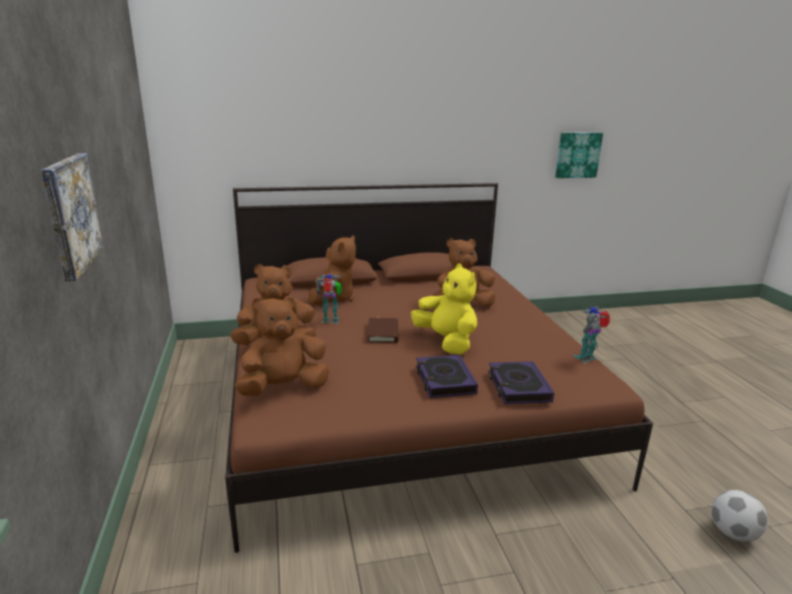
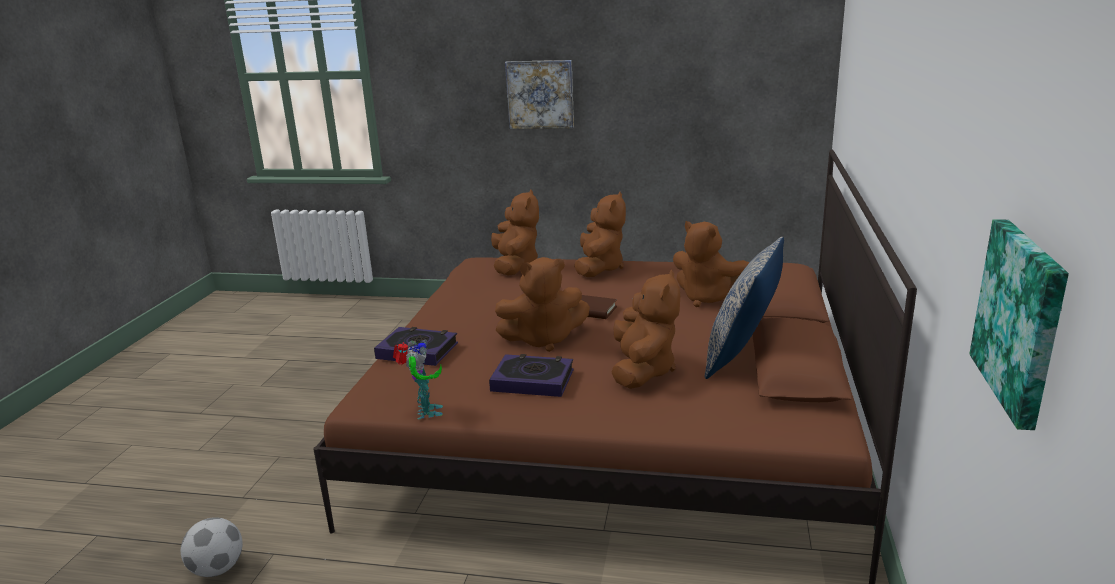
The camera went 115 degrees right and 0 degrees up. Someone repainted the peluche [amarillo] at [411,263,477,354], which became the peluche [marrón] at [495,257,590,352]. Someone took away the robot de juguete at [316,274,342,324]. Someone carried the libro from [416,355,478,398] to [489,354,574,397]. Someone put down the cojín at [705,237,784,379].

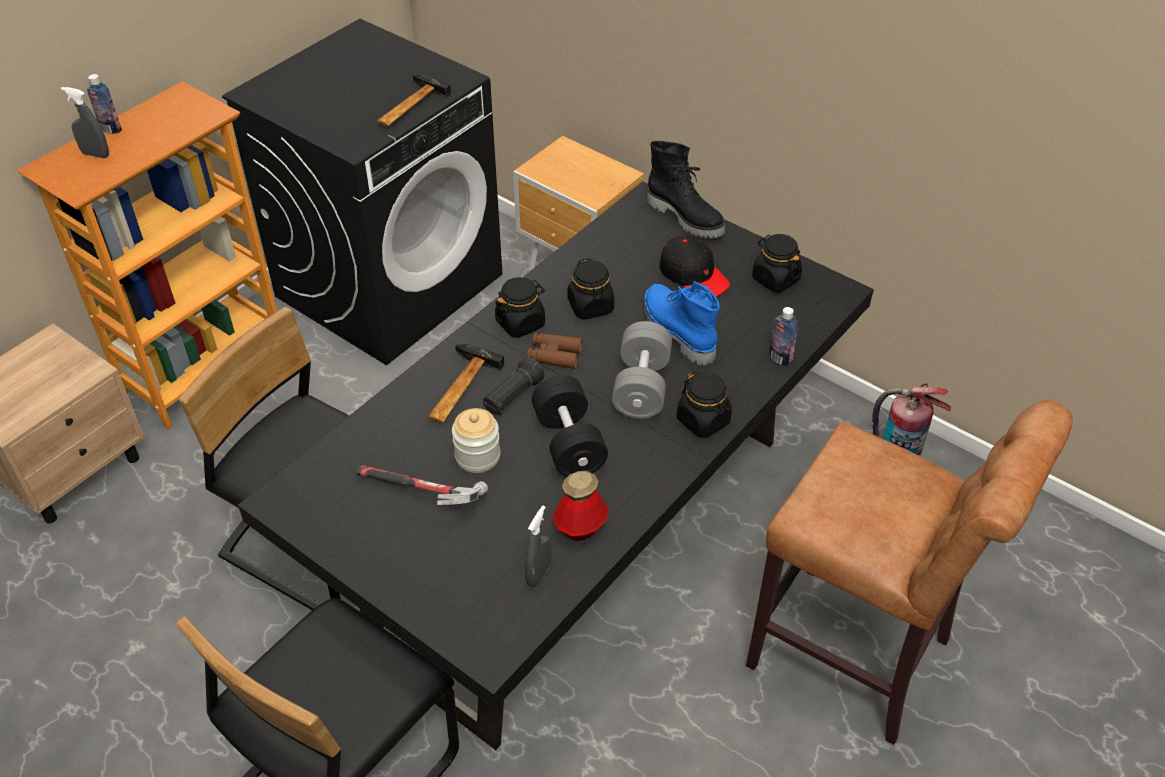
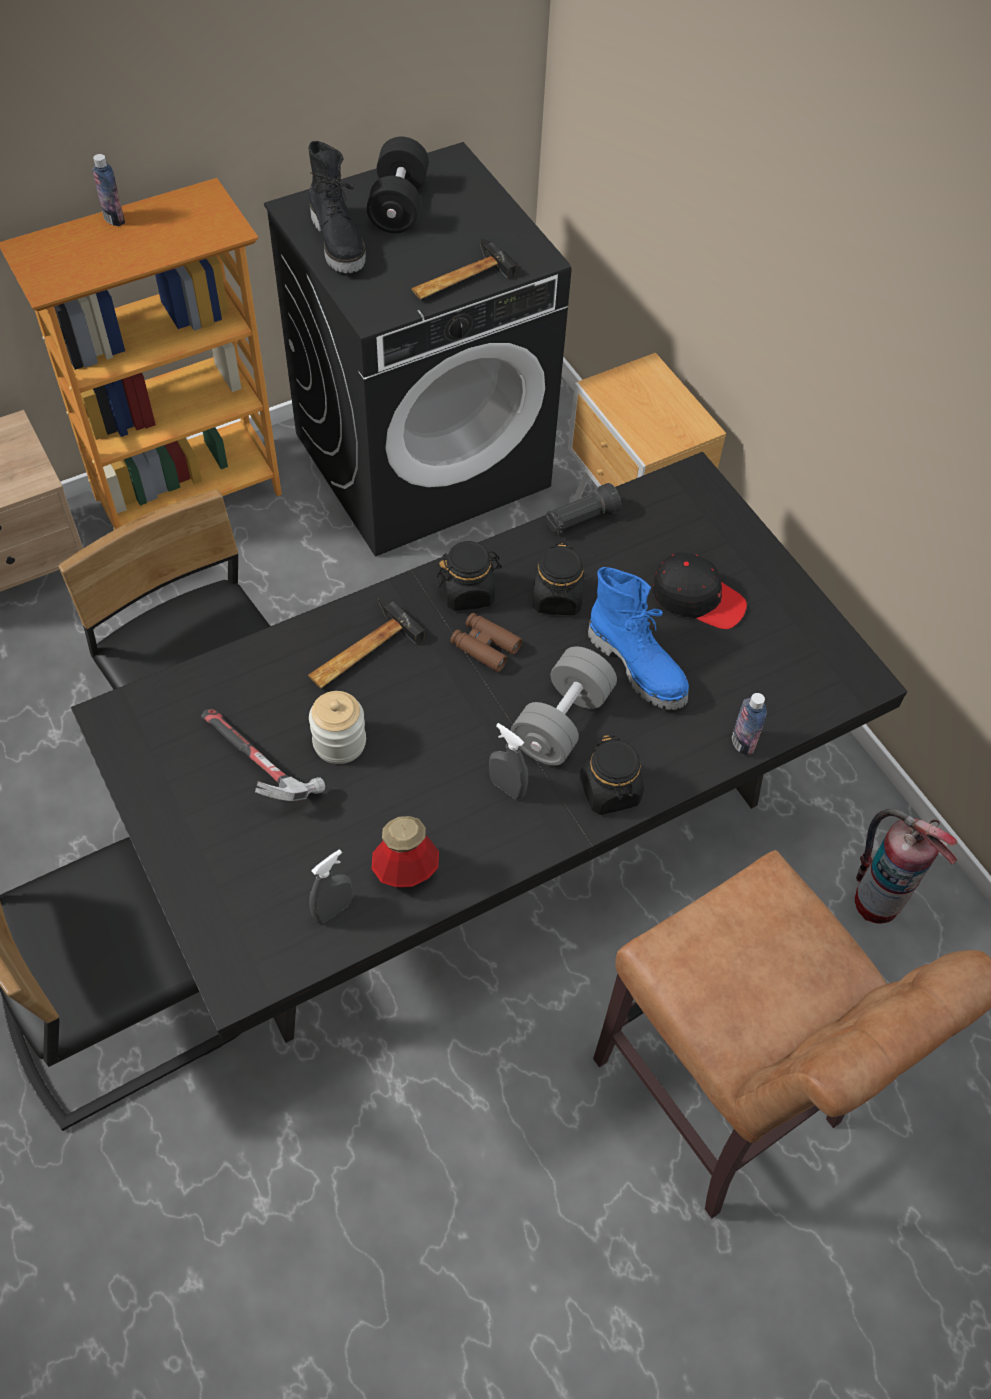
The camera went 20 degrees right and 10 degrees up. Someone carried the pulverizador [gris] from [61,87,109,158] to [489,723,528,800]. Someone carried the bota [negro] from [647,141,725,238] to [308,141,366,273]. Someone took away the tarro [negro] at [752,234,802,293]. Someone rotated the gorra [negro] at [660,235,730,297] by 45 degrees counterclockwise. Someone rotated the bota [azul] at [643,281,720,366] by 150 degrees clockwise. Someone carried the linterna [negro] from [483,357,544,415] to [546,483,621,535]. Someone carried the mancuerna [negro] from [532,375,608,477] to [367,137,429,233].

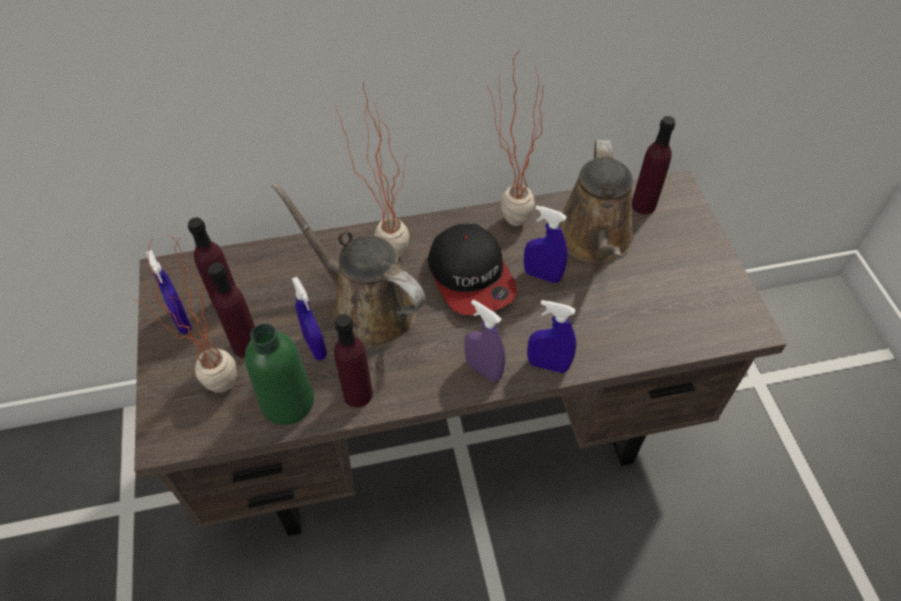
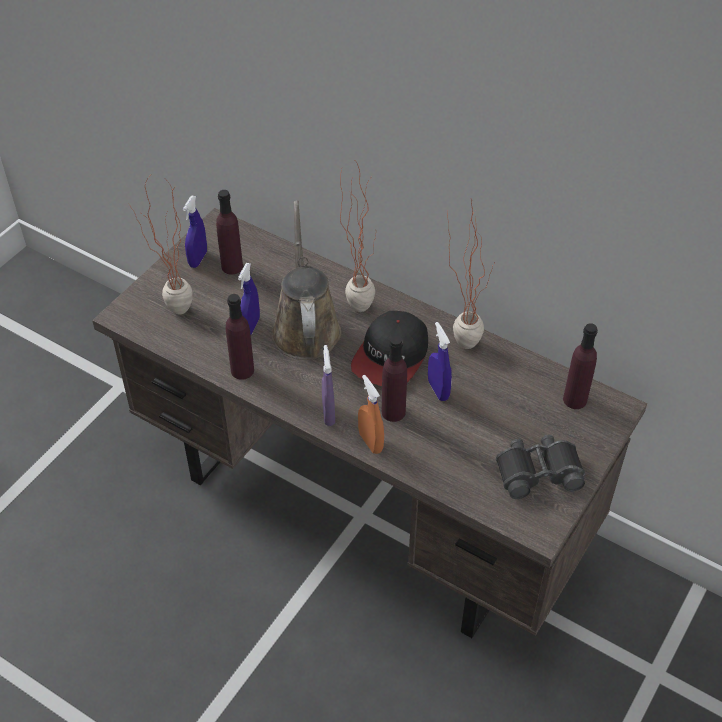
The camera went 45 degrees right and 5 degrees down. Someone took away the regadera [marrón] at [559,140,634,263]. Someone carried the botella [morado] from [208,262,255,358] to [382,336,407,422]. Someone repainted the pulverizador [azul] at [527,300,576,373], which became the pulverizador [naranja] at [358,375,384,454]. Someone took away the botella [verde] at [245,324,314,425]. Someone put down the prismáticos [negro] at [496,435,585,499].

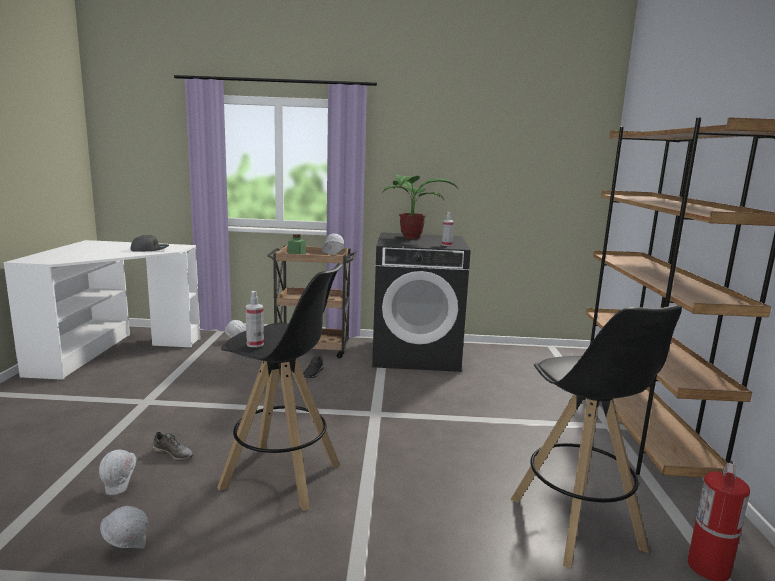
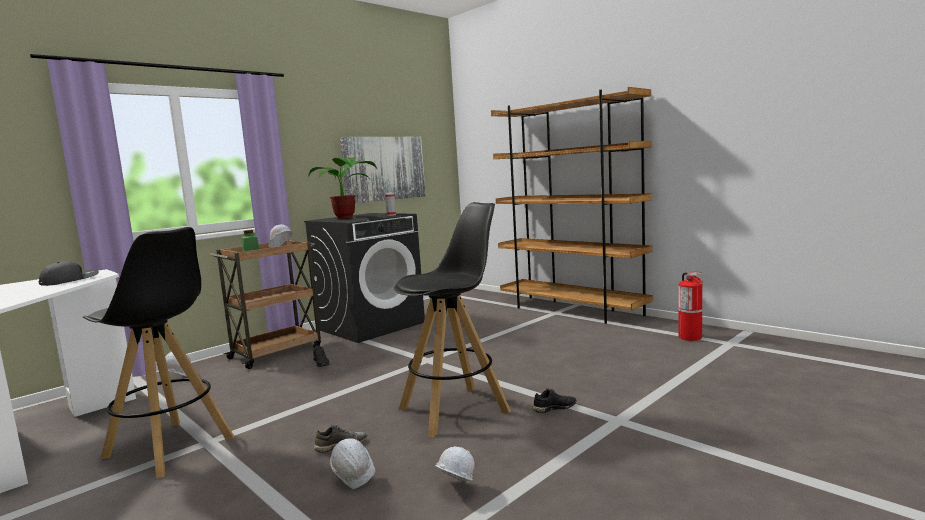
The camera went 45 degrees left and 5 degrees down. Someone took away the pulverizador at [246,291,264,347]. Someone carried the taburete [negro] from [511,305,682,569] to [83,227,234,478]. Someone put up the cuadro at [340,137,426,204]. Someone put down the zapato [negro] at [532,388,577,413].

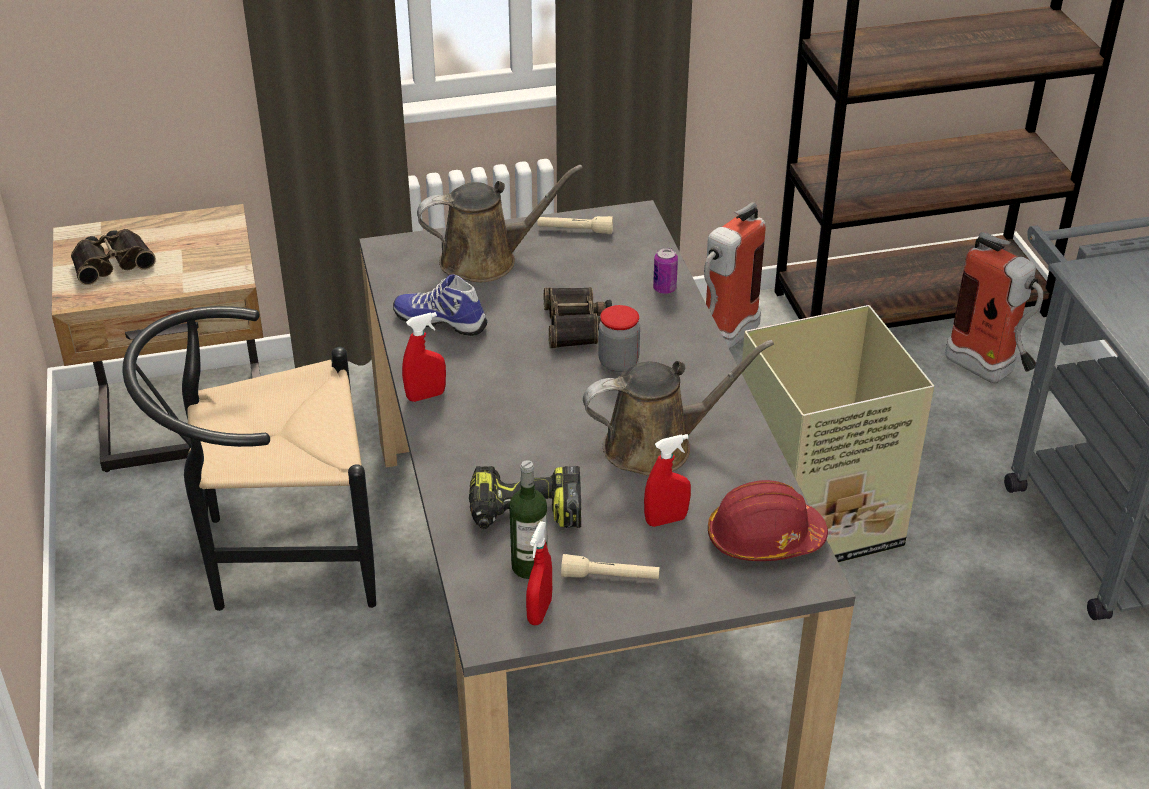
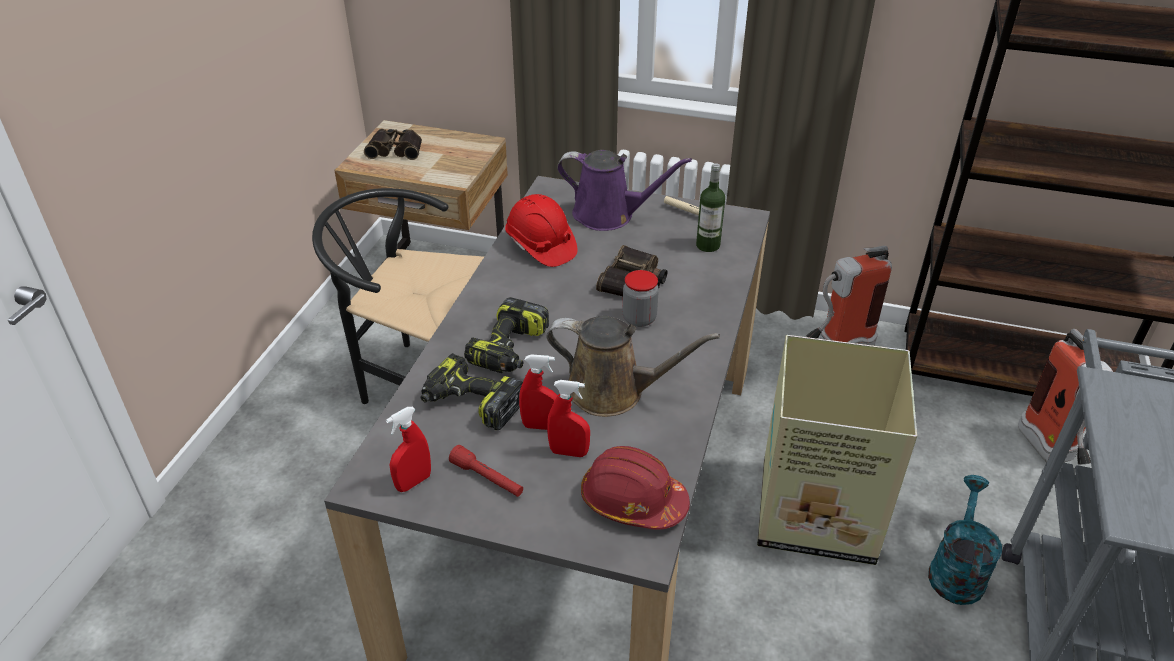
The camera went 30 degrees right and 0 degrees up. Someone repainted the regadera [marrón] at [417,165,583,282], which became the regadera [morado] at [557,150,692,231]. Someone took away the lata at [653,247,678,294]. Someone swapped the zapato at [393,274,487,336] for the casco [rojo] at [505,194,578,267]. Someone carried the pulverizador [rojo] from [402,312,446,402] to [519,354,558,430]. Someone carried the botella from [509,460,548,579] to [696,163,725,252]. Someone repainted the linterna [beis] at [561,554,660,579], which became the linterna [rojo] at [449,445,523,497]. Someone put down the taladro at [464,297,549,373]. Someone put down the regadera [turquesa] at [928,475,1002,605].

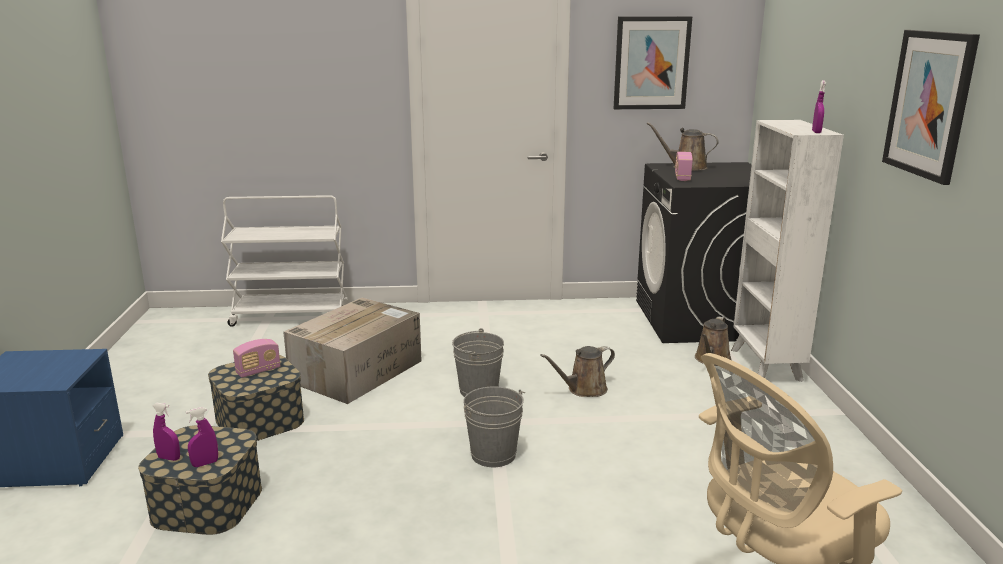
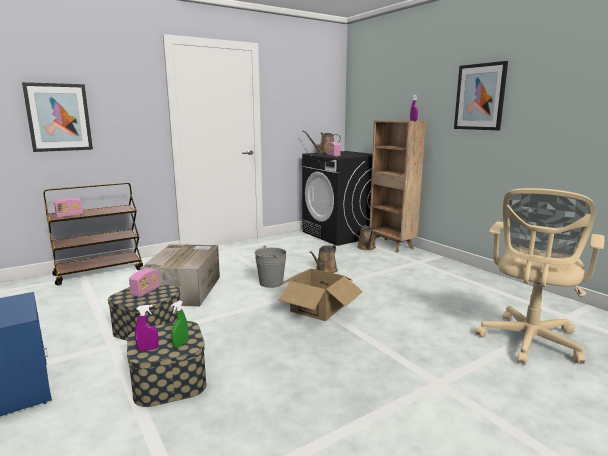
The camera went 30 degrees left and 5 degrees down. Someone carried the cuadro from [614,16,692,109] to [22,82,93,152]. Someone repainted the estantería [blanco] at [731,120,844,382], which became the estantería [marrón] at [370,120,426,253]. Someone repainted the carrito [blanco] at [221,195,348,327], which became the carrito [marrón] at [43,183,143,286]. Someone swapped the cubo [gris] at [463,386,525,467] for the caja de cartón at [274,269,363,321]. Someone repainted the pulverizador [morado] at [186,407,218,467], which became the pulverizador [verde] at [171,300,188,348]. Someone put down the radio at [54,198,83,218].

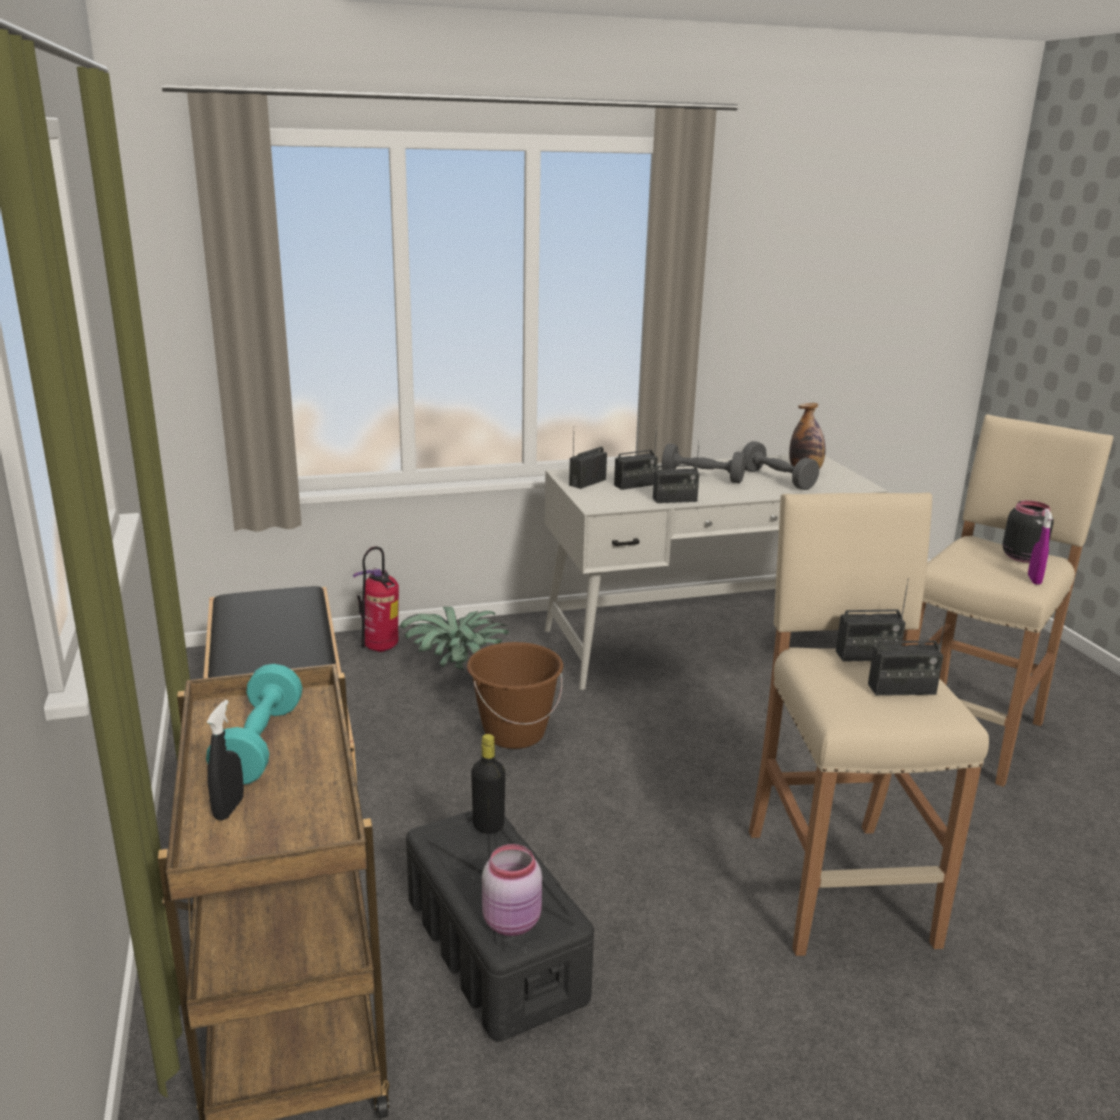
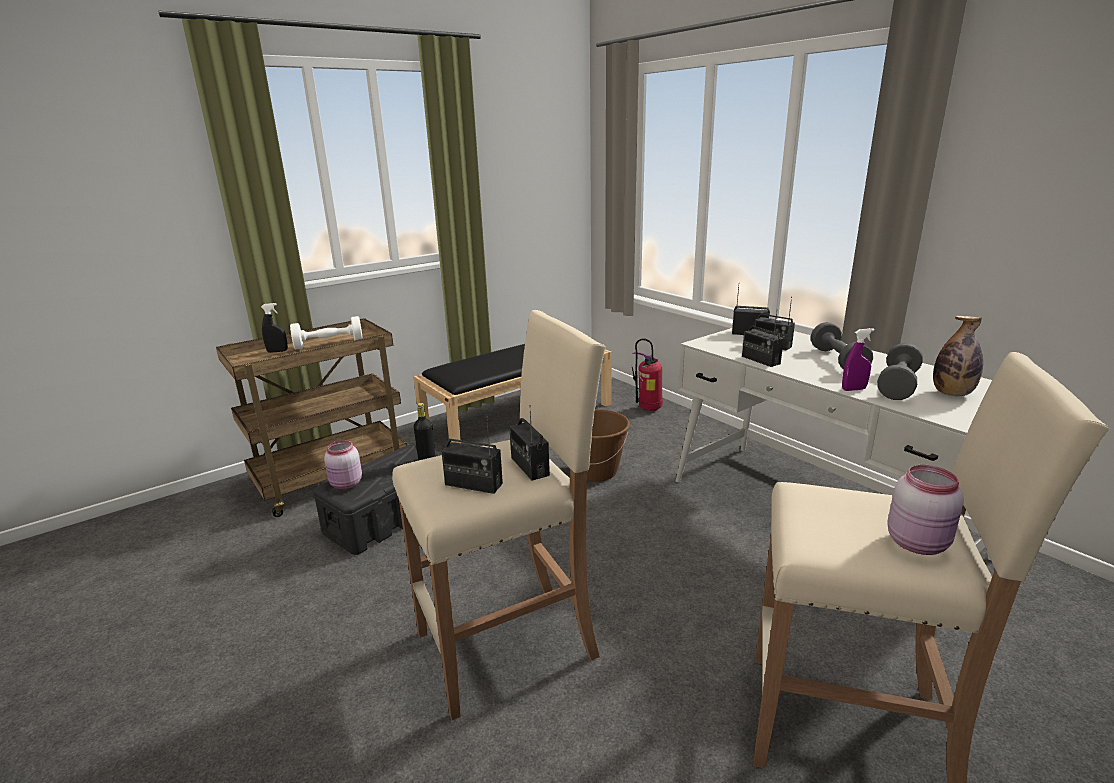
The camera went 70 degrees right and 0 degrees up. Someone repainted the tarro [negro] at [1003,500,1054,563], which became the tarro [rosa] at [887,465,964,555]. Someone carried the pulverizador [morado] from [1028,508,1053,585] to [842,328,875,391]. Someone took away the planta en maceta at [400,607,509,670]. Someone rotated the radio at [868,608,948,696] by 45 degrees counterclockwise. Someone repainted the mancuerna [turquesa] at [206,664,302,785], which became the mancuerna [blanco] at [290,316,363,349].

